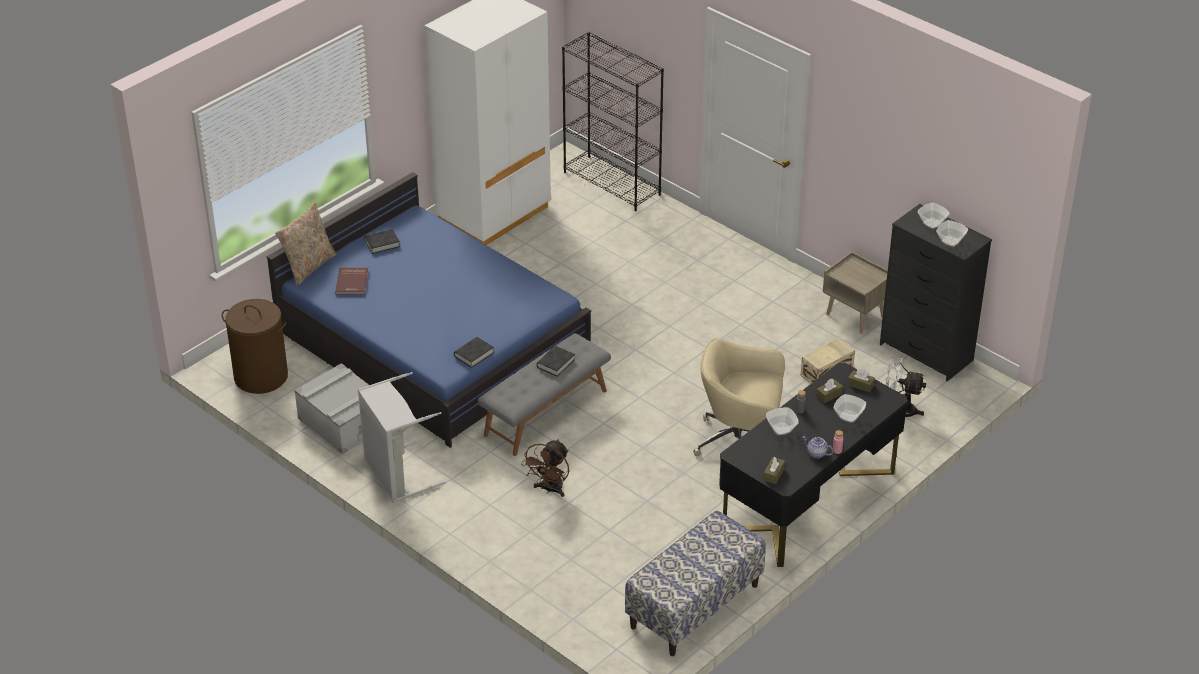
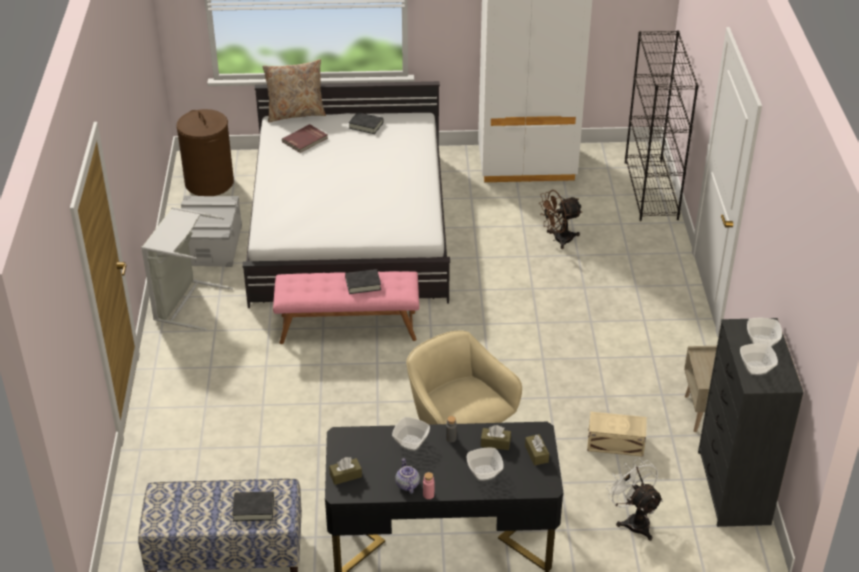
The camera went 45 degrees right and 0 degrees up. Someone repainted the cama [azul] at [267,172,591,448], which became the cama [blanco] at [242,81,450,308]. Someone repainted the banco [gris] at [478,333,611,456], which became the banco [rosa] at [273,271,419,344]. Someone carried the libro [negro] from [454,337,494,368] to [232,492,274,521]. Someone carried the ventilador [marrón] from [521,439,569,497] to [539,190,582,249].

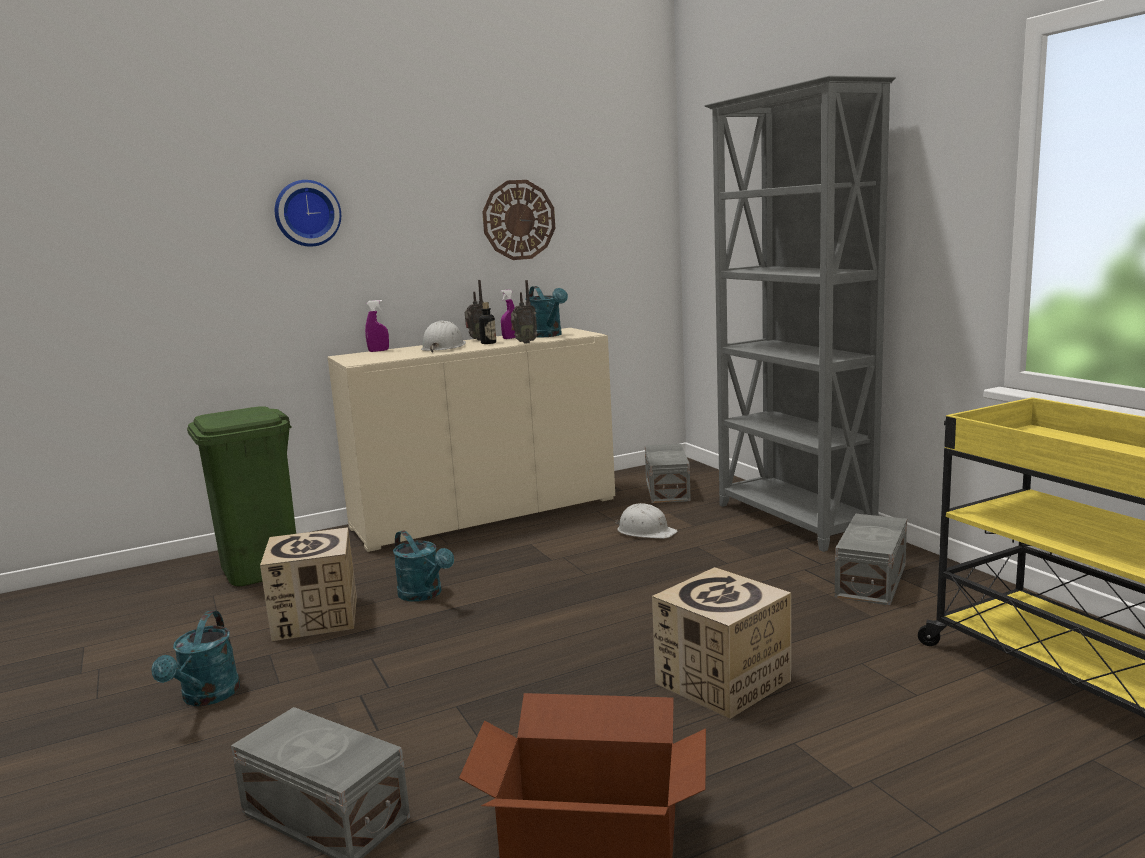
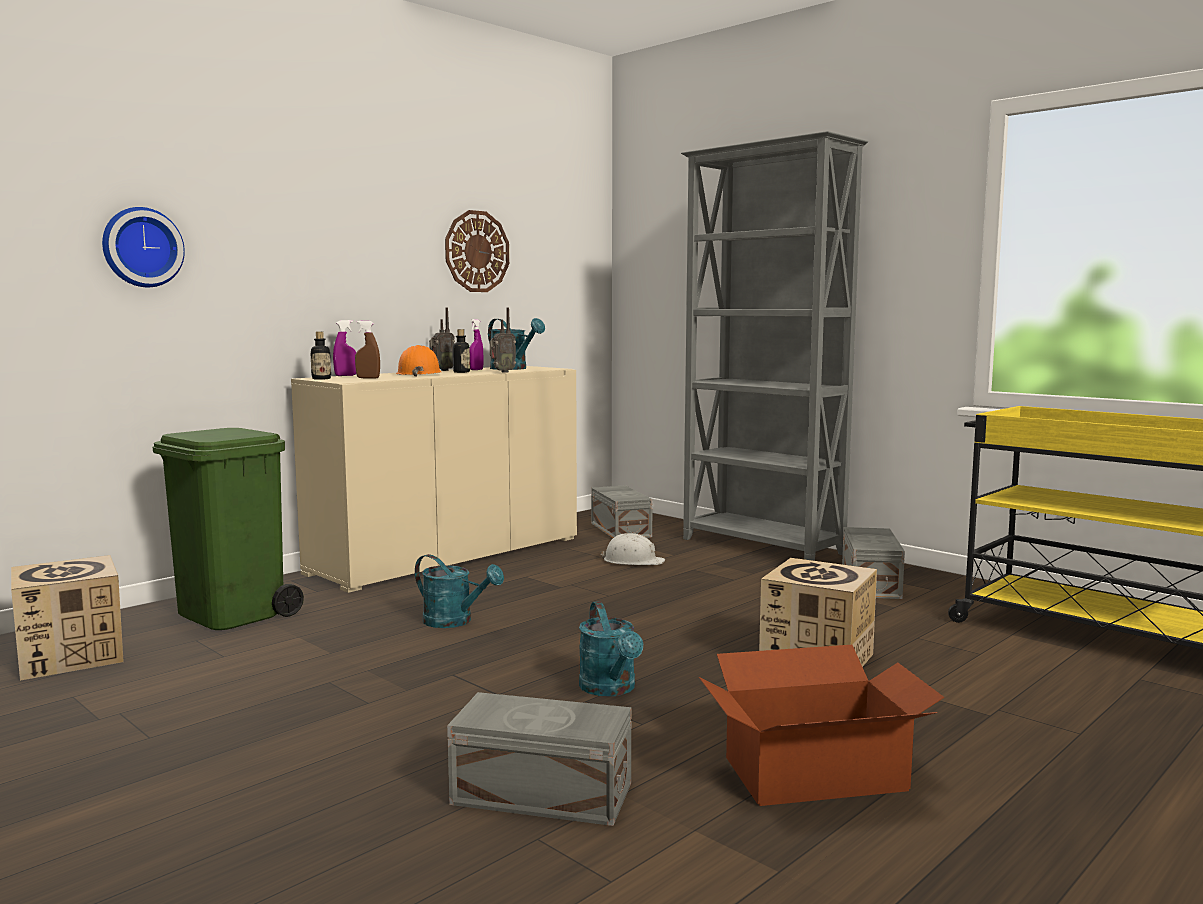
The camera went 20 degrees left and 5 degrees down. Someone carried the reloj de pared from [275,180,341,247] to [102,207,185,287]. Someone repainted the casco [blanco] at [421,321,466,353], which became the casco [naranja] at [396,345,442,377]. Someone carried the caja de cartón from [260,527,357,641] to [11,555,124,681]. Someone carried the regadera [turquesa] from [151,611,240,706] to [579,601,643,697]. Someone put down the pulverizador [marrón] at [355,321,380,379]. Someone put down the botella at [310,332,331,380].

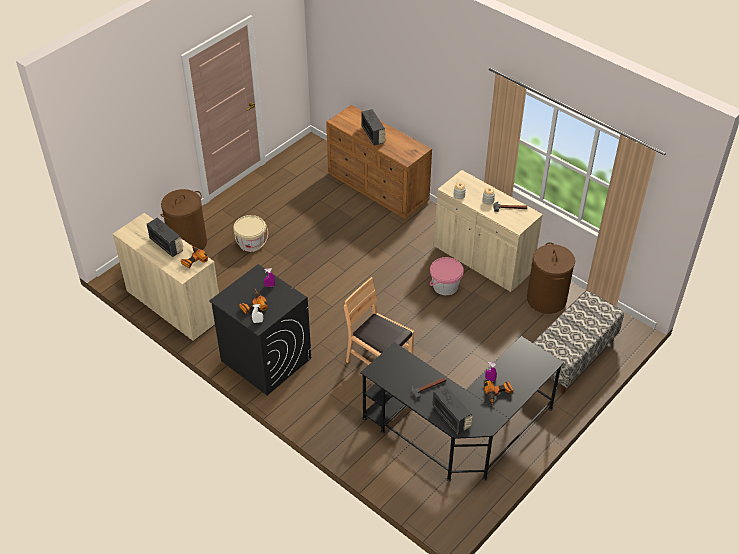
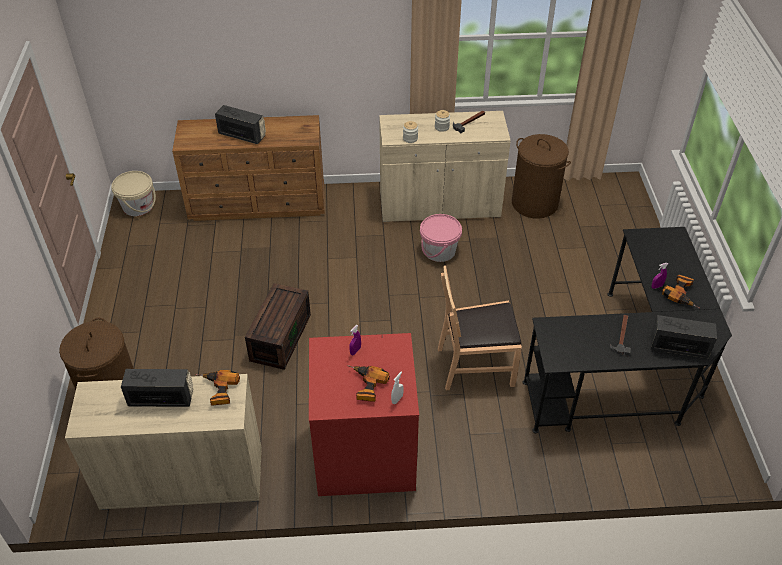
The camera went 45 degrees left and 0 degrees up. Someone carried the cubo [beis] from [233,215,268,252] to [111,171,156,216]. Someone repainted the lavadora [negro] at [209,264,311,395], which became the lavadora [rojo] at [309,333,419,496]. Someone took away the banco at [534,290,624,394]. Someone put down the caja de almacenaje [marrón] at [245,283,311,370].

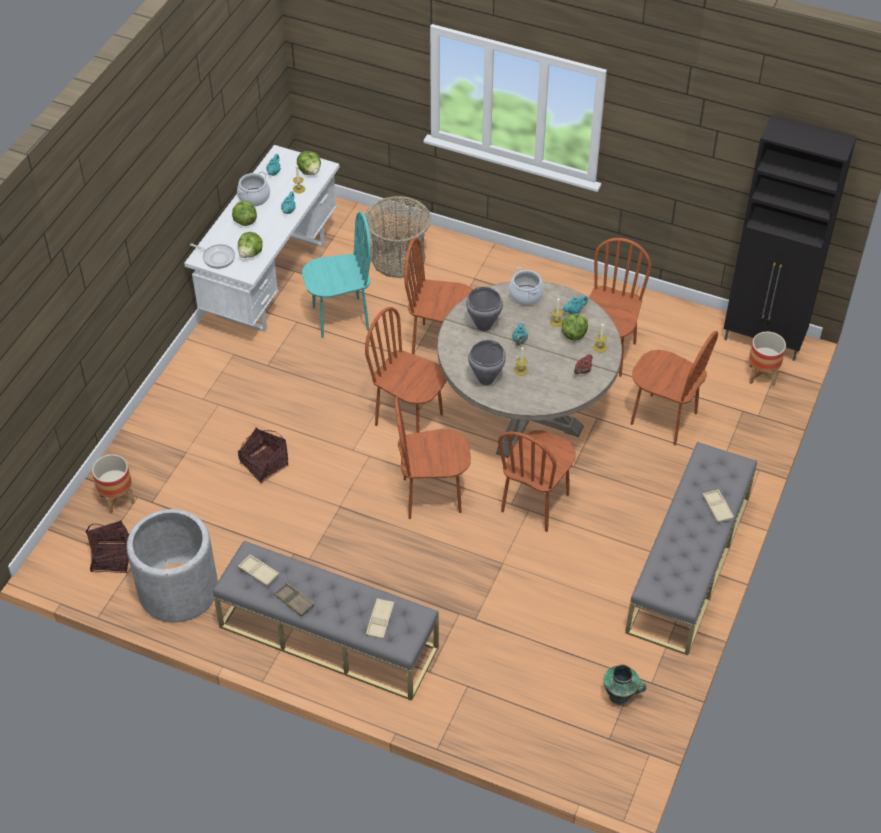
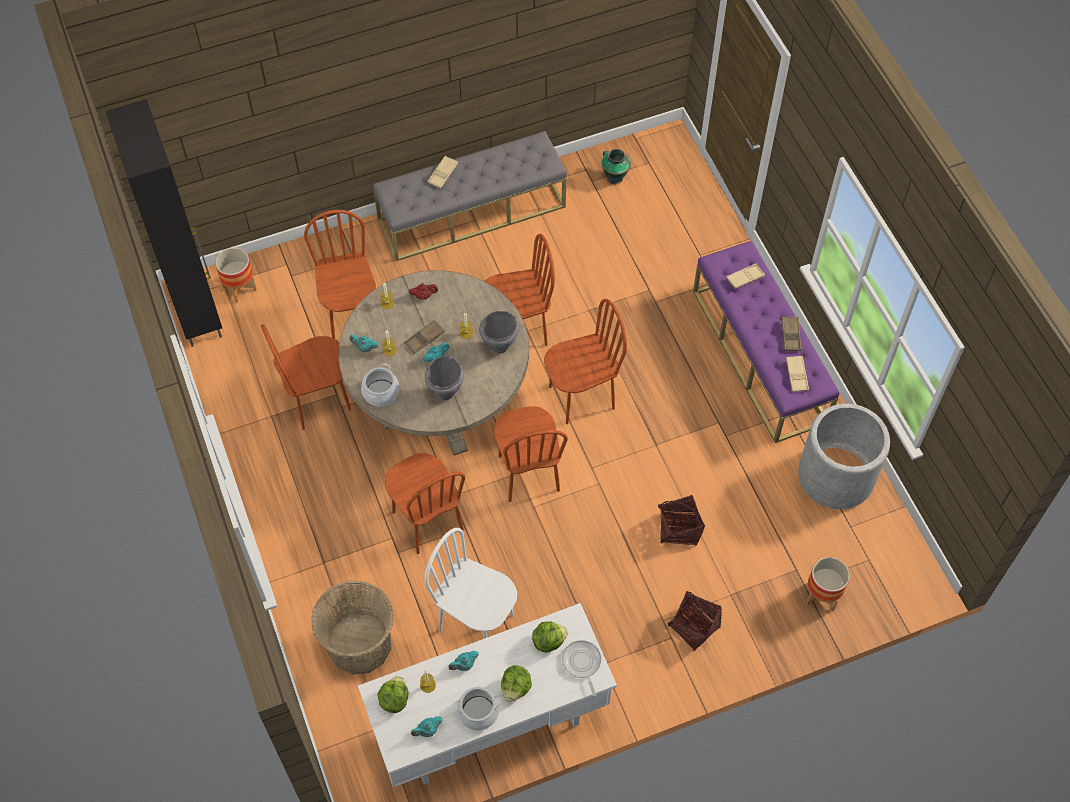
The camera went 135 degrees left and 10 degrees up. Someone repainted the silla [turquesa] at [302,211,371,338], which became the silla [blanco] at [424,528,517,639]. Someone took away the lechuga at [562,314,588,341]. Someone rotated the silla [marrón] at [394,397,471,519] by 60 degrees counterclockwise. Someone carried the cesta from [85,520,129,573] to [668,591,722,651]. Someone repainted the banco [gris] at [213,541,439,701], which became the banco [morado] at [693,240,839,443]. Someone put down the bandeja [marrón] at [404,320,445,354].

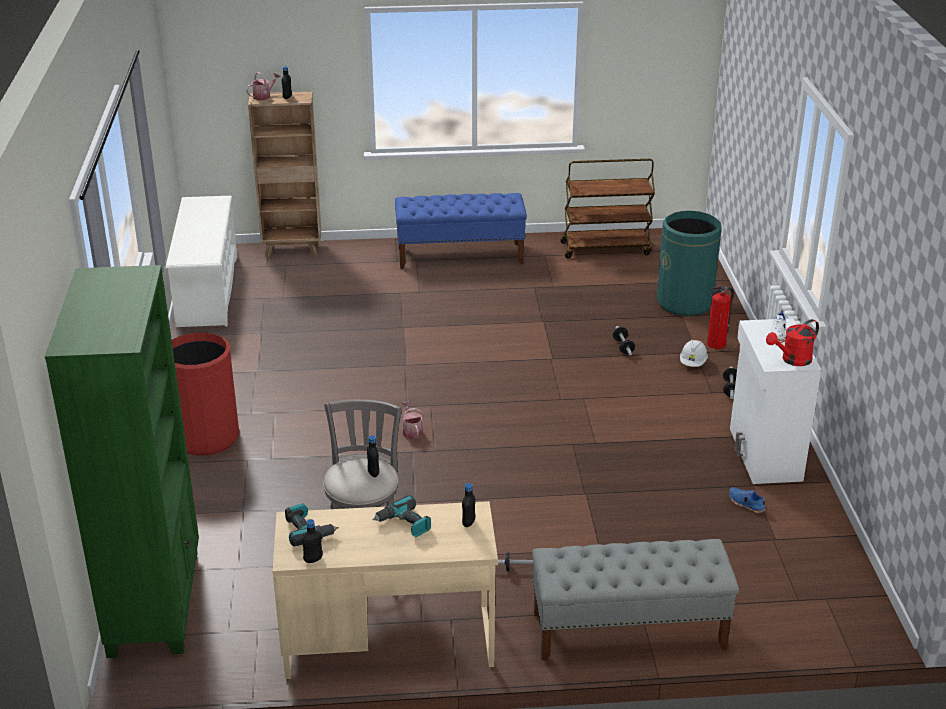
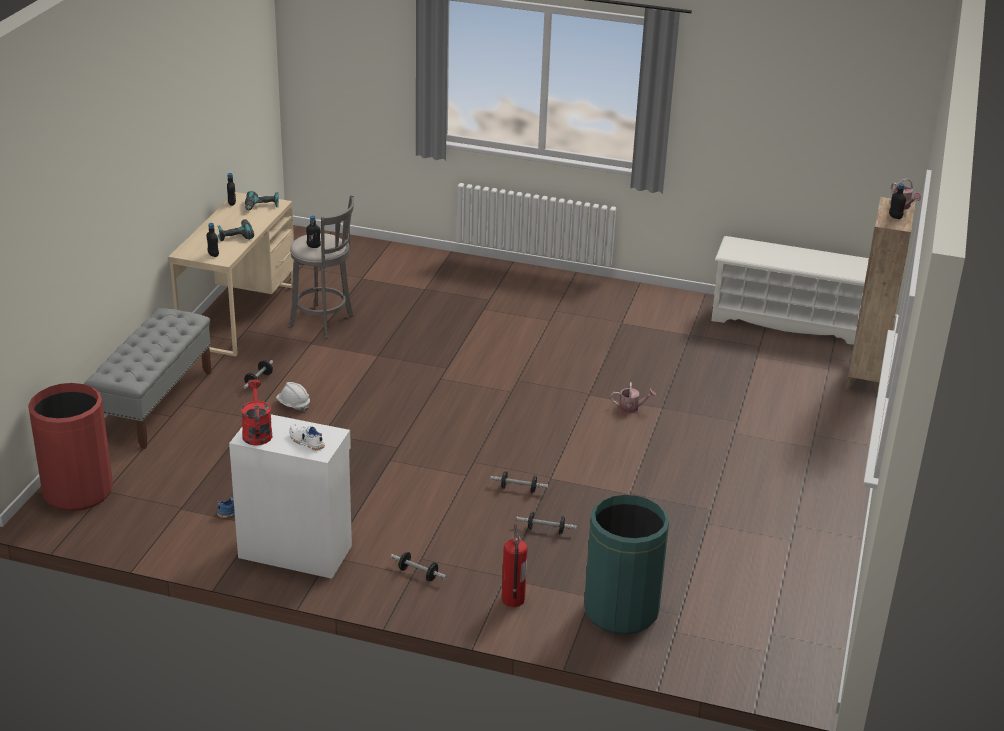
The camera went 110 degrees right and 0 degrees up. Someone took away the carrito [marrón] at [560,159,655,258]. Someone took away the banco [azul] at [395,193,527,269]. Someone took away the estantería [verde] at [45,265,199,658]. Someone carried the papelera [rojo] from [172,332,239,455] to [28,383,113,511]. Someone carried the casco [blanco] from [680,340,708,367] to [276,382,310,411]. Someone carried the regadera from [401,401,423,439] to [611,382,656,413]. Someone put down the mancuerna at [490,471,548,493].

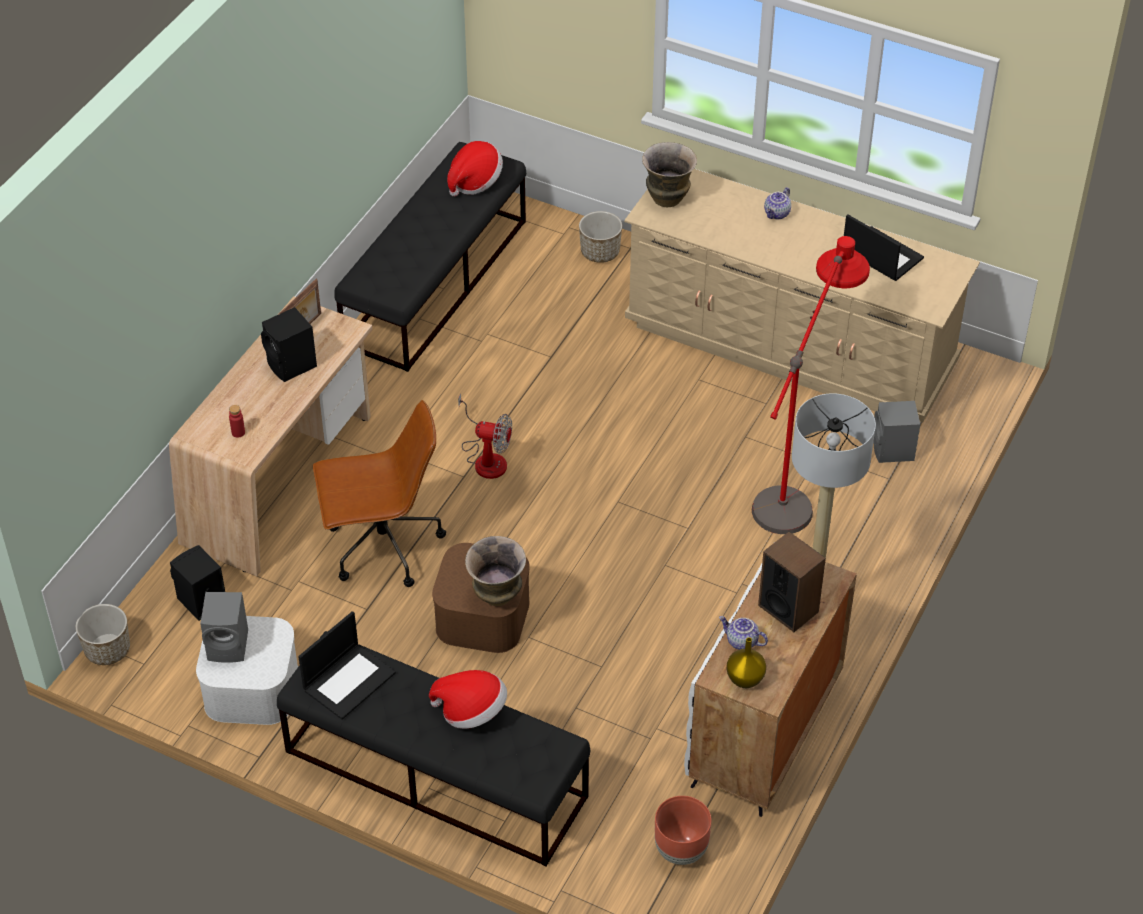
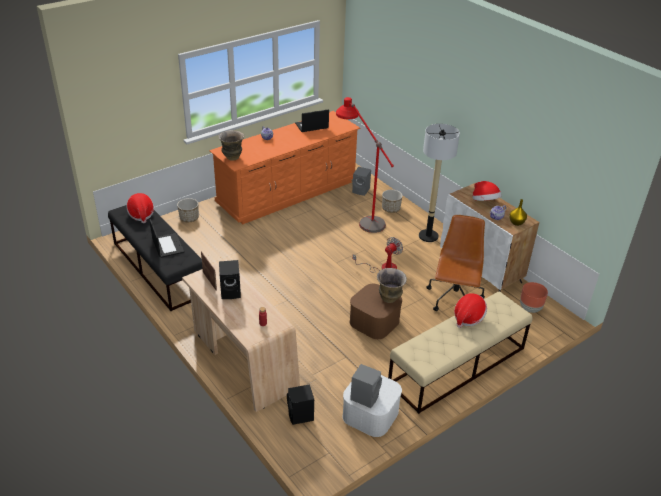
The camera went 65 degrees left and 10 degrees down. Someone repainted the cómoda [beis] at [624,169,980,422], which became the cómoda [naranja] at [209,111,360,224]. Someone carried the ventilador from [458,393,512,479] to [353,237,403,272]. Someone carried the silla de oficina [marrón] from [313,400,446,587] to [426,215,485,311]. Someone swapped the altavoz at [758,532,826,632] for the sombrero at [472,181,502,201]. Someone carried the maceta from [76,604,130,665] to [382,190,403,213]. Someone carried the portátil from [298,611,396,720] to [149,219,184,258]. Someone repainted the banco [negro] at [277,631,590,866], which became the banco [beis] at [388,292,532,414].

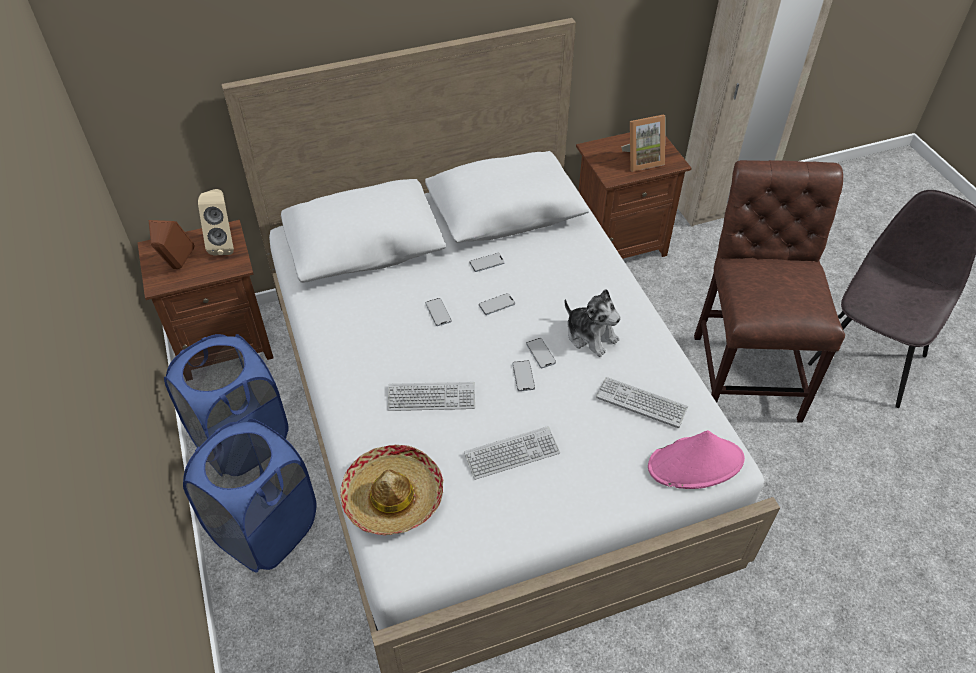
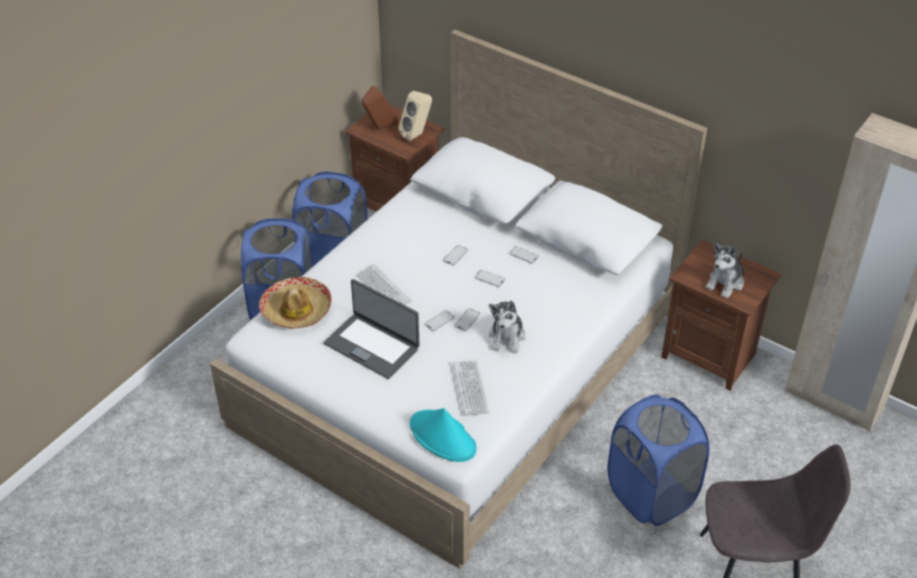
The camera went 55 degrees right and 5 degrees down. Someone swapped the portarretratos at [621,115,665,172] for the peluche at [705,243,744,298]. Someone swapped the silla [marrón] at [694,160,845,423] for the cesto de la ropa [azul] at [607,395,709,526]. Someone swapped the teclado at [464,426,560,480] for the portátil at [324,279,420,379]. Someone repainted the sombrero [rosa] at [648,430,745,489], which became the sombrero [turquesa] at [410,408,477,462].

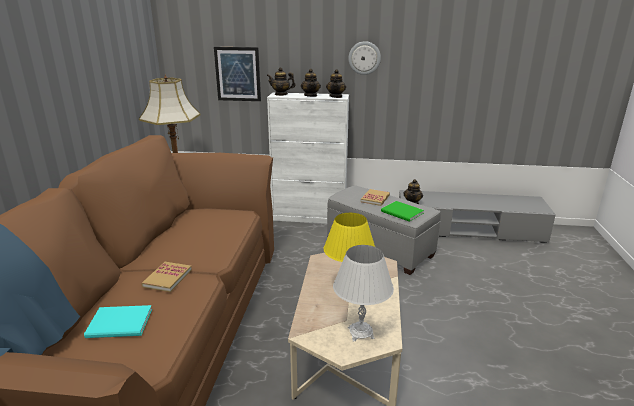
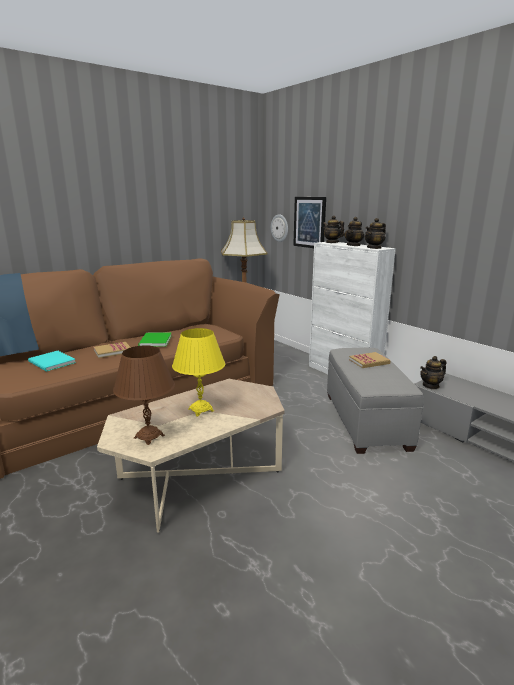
The camera went 45 degrees right and 5 degrees down. Someone carried the reloj de pared from [348,41,381,75] to [271,214,288,242]. Someone carried the libro [verde] from [381,201,424,222] to [138,332,172,347]. Someone repainted the lámpara de mesa [blanco] at [333,245,394,342], which became the lámpara de mesa [marrón] at [113,345,175,445].

